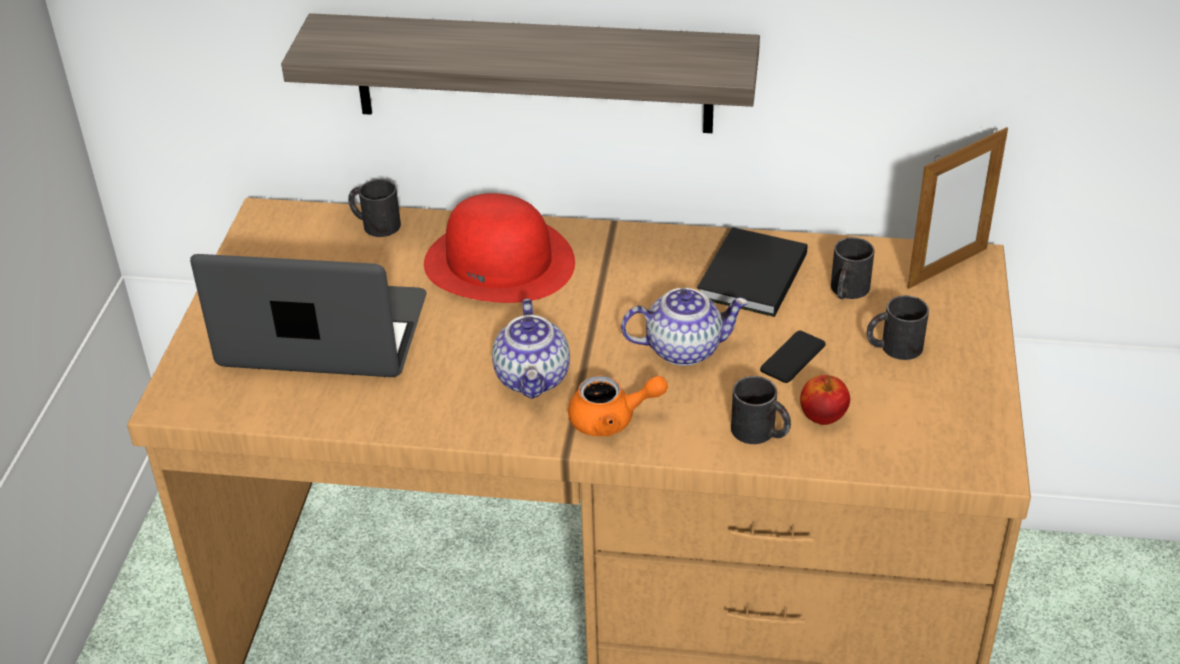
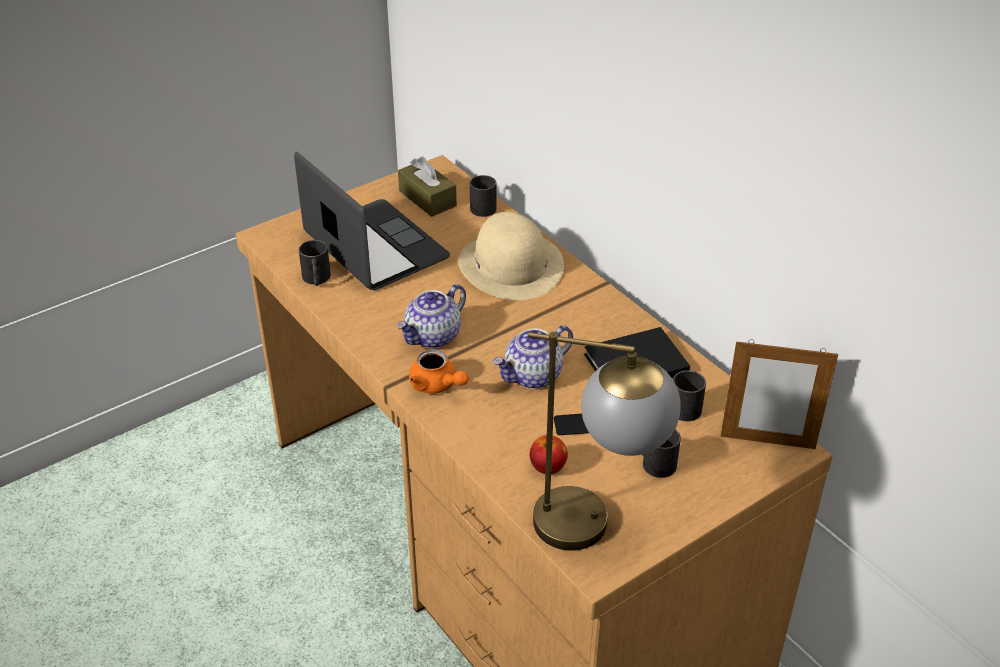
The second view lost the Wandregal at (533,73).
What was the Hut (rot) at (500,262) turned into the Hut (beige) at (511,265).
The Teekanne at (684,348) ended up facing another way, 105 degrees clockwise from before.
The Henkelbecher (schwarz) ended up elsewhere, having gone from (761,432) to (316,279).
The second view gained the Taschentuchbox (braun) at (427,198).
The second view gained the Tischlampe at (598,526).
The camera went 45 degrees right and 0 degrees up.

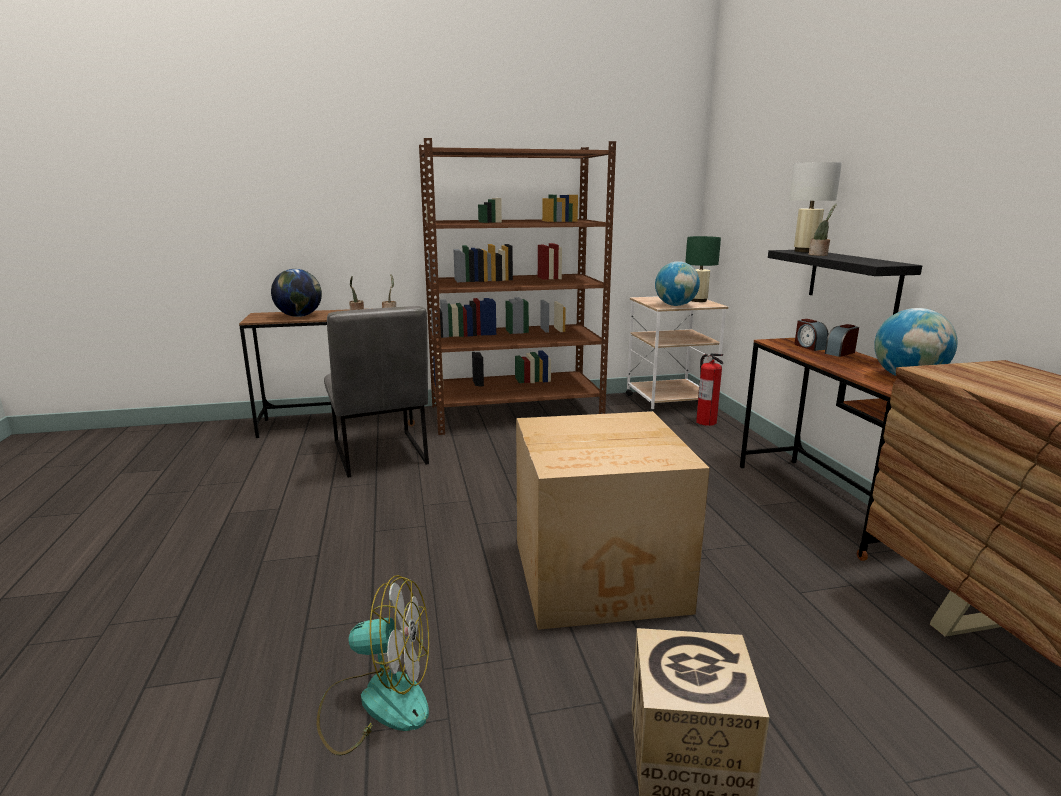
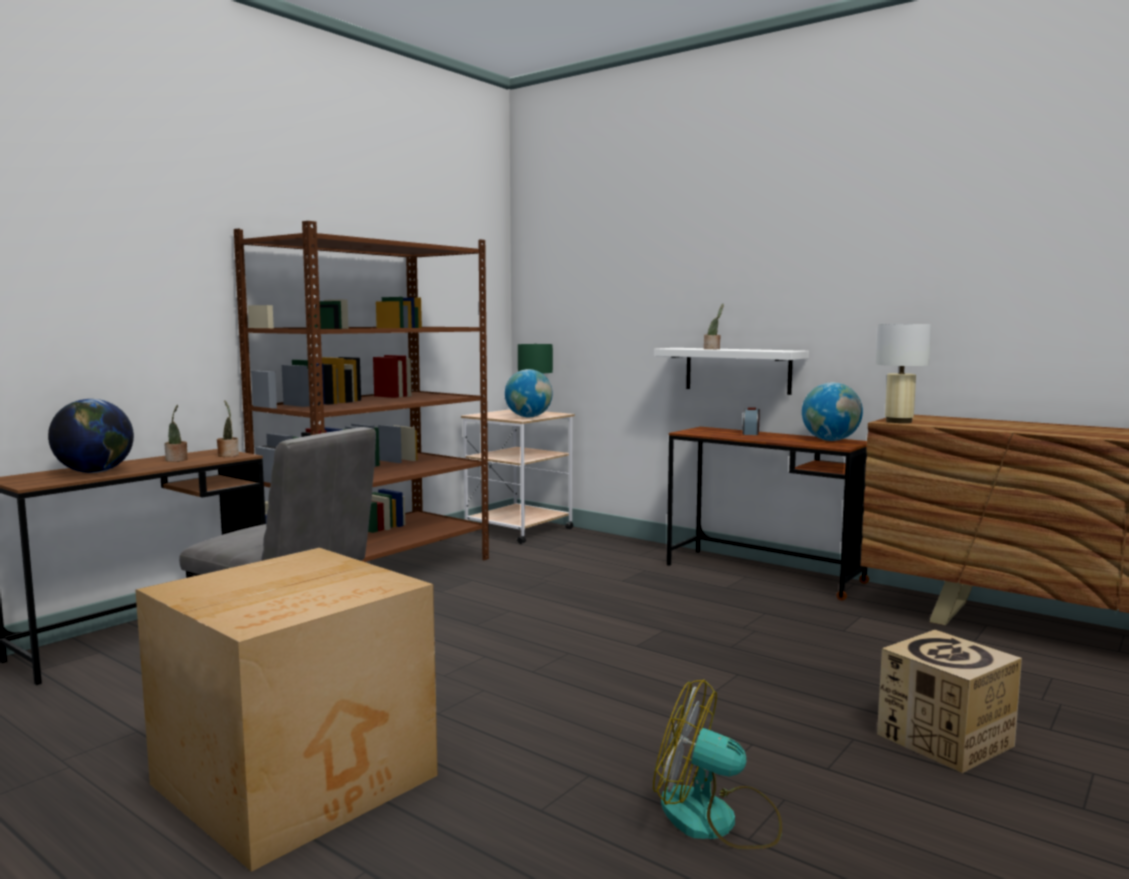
The Tischlampe (weiß) ended up elsewhere, having gone from (806,251) to (899,421).
What was the Wandregal (schwarz) at (853,280) turned into the Wandregal (weiß) at (737,370).
The second view lost the Wecker at (809,347).
The second view lost the Feuerlöscher at (706,421).
The Karton ended up elsewhere, having gone from (601,576) to (300,779).
The Ventilator at (377,702) ended up facing another way, 120 degrees counterclockwise from before.
The camera went 40 degrees left and 10 degrees down.

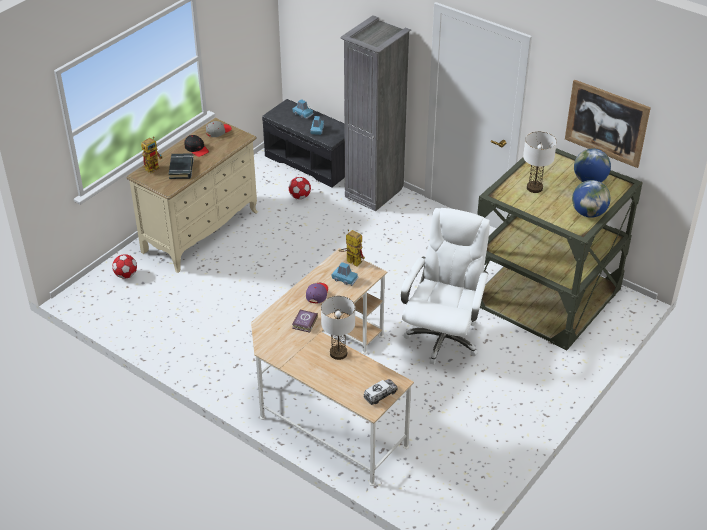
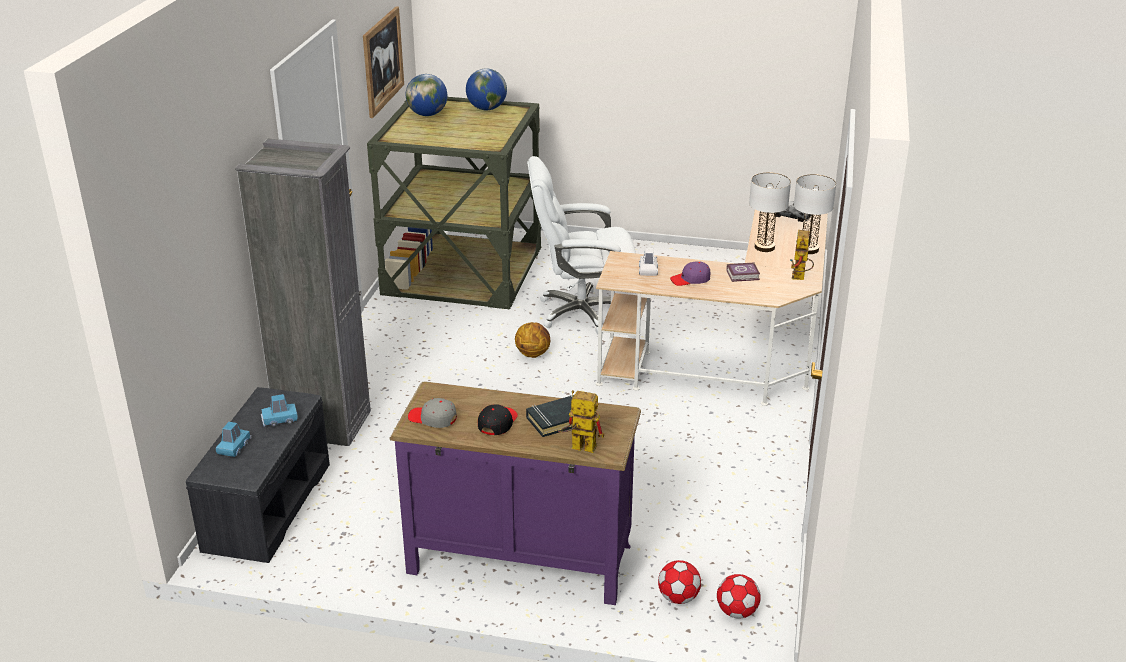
What was the Kommode (beige) at (201,232) turned into the Kommode (lila) at (520,557).
The Tischlampe ended up elsewhere, having gone from (534,188) to (808,249).
The Fußball ended up elsewhere, having gone from (300,196) to (737,612).
The Spielzeugroboter ended up elsewhere, having gone from (350,261) to (800,278).
What was the Spielzeugauto (blau) at (344,279) turned into the Spielzeugauto (weiß) at (648,270).
The second view gained the Basketball at (533,354).
The camera went 115 degrees left and 10 degrees down.

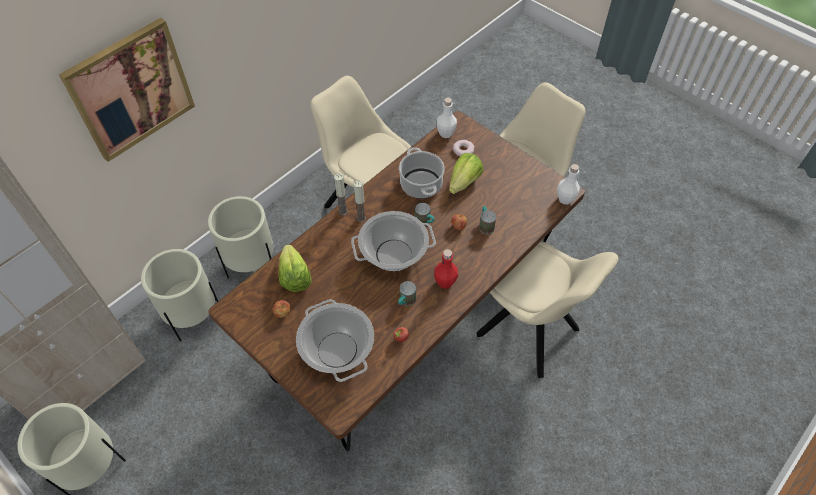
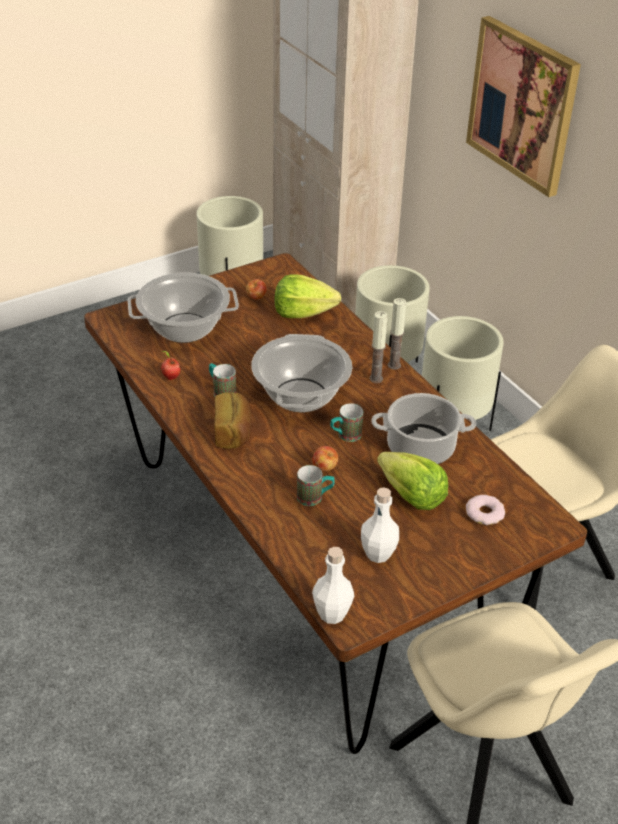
The Flasche (weiß) ended up elsewhere, having gone from (446,133) to (378,554).
The second view lost the Stuhl (beige) at (529,332).
Where the Flasche (rot) stood at (445,282), the Brot came to stand at (233,432).
The camera went 105 degrees right and 15 degrees down.

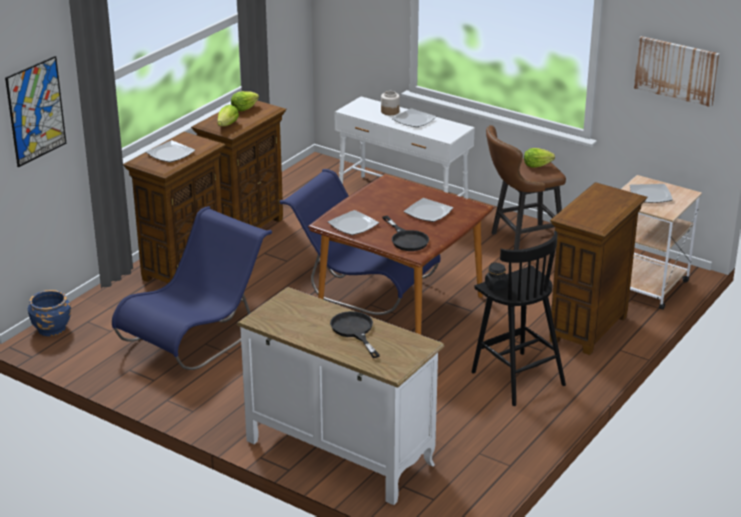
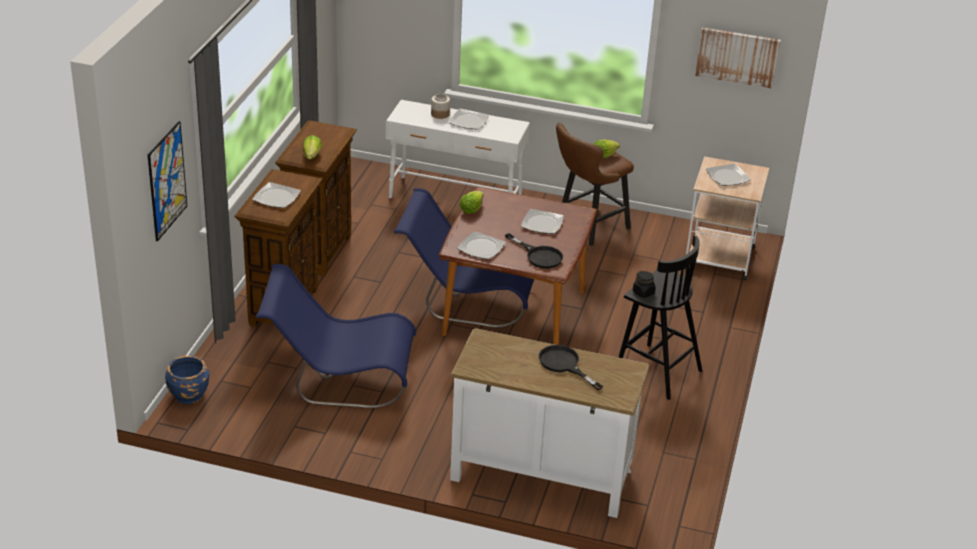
The Salatkopf ended up elsewhere, having gone from (244,109) to (471,209).
The second view lost the Schrank (braun) at (589,330).
The Stuhl (blau) at (196,336) ended up facing another way, 105 degrees counterclockwise from before.
The camera went 20 degrees left and 5 degrees up.

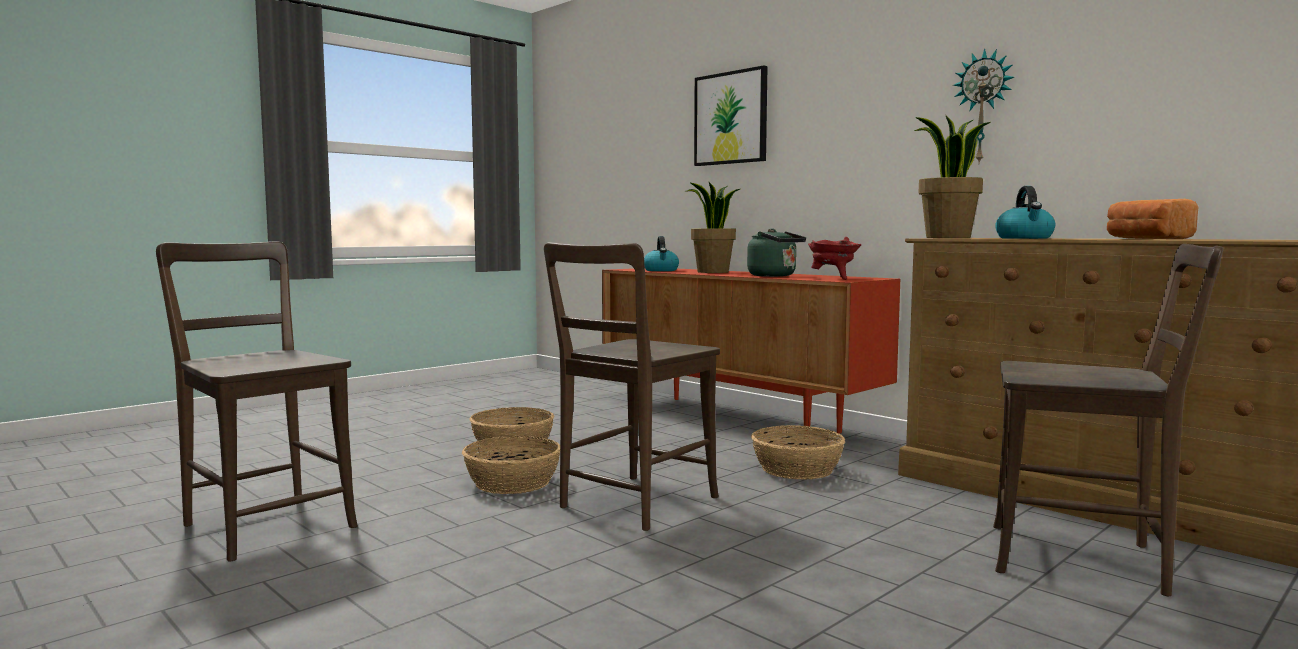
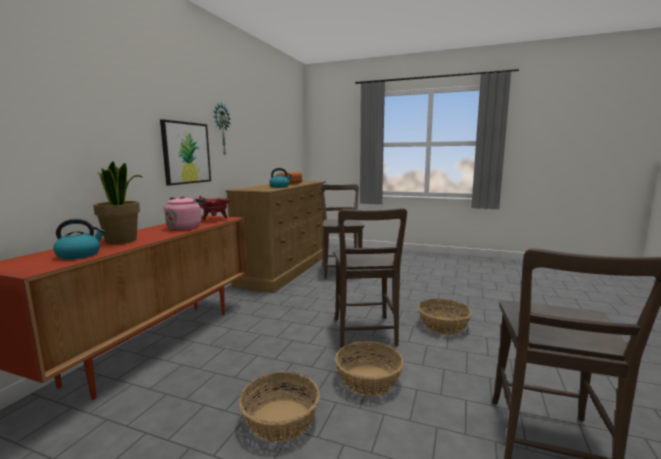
The Bild ended up elsewhere, having gone from (731,118) to (186,153).
The second view lost the Topfpflanze at (947,238).
What was the Wasserkessel (grün) at (774,276) turned into the Wasserkessel (rosa) at (185,227).
The Stuhl (braun) at (633,504) ended up facing another way, 75 degrees clockwise from before.
The Korb ended up elsewhere, having gone from (797,469) to (443,325).
The camera went 115 degrees left and 5 degrees up.

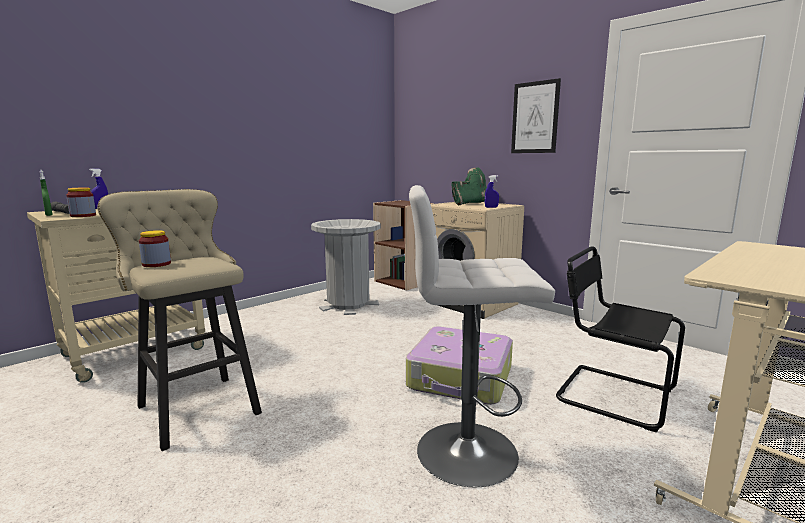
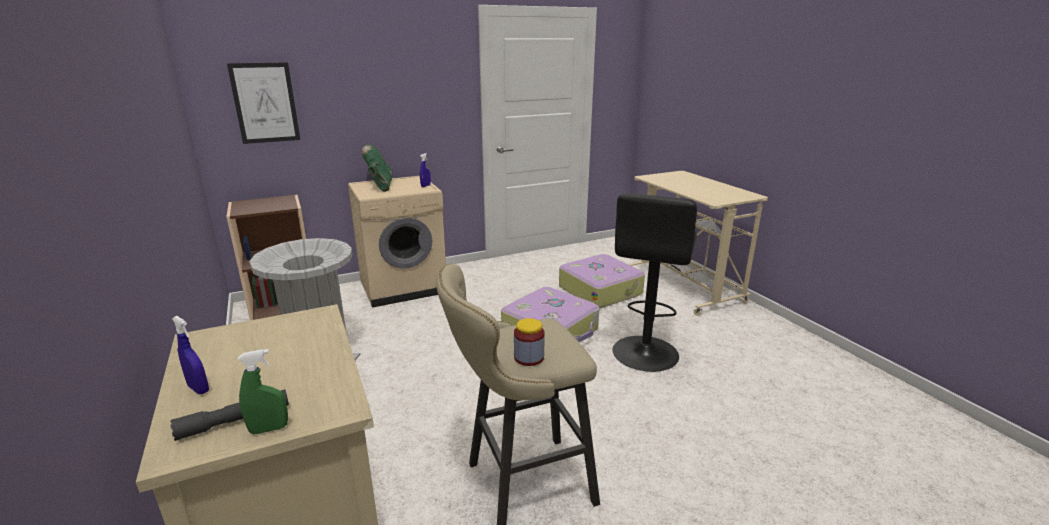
The Bild ended up elsewhere, having gone from (535,117) to (265,103).
What was the Hocker (weiß) at (465,451) turned into the Hocker (schwarz) at (644,353).
The second view lost the Vorratsglas at (83,216).
Where the Stuhl (schwarz) stood at (610,394), the Koffer came to stand at (600,290).
The camera went 70 degrees left and 10 degrees up.

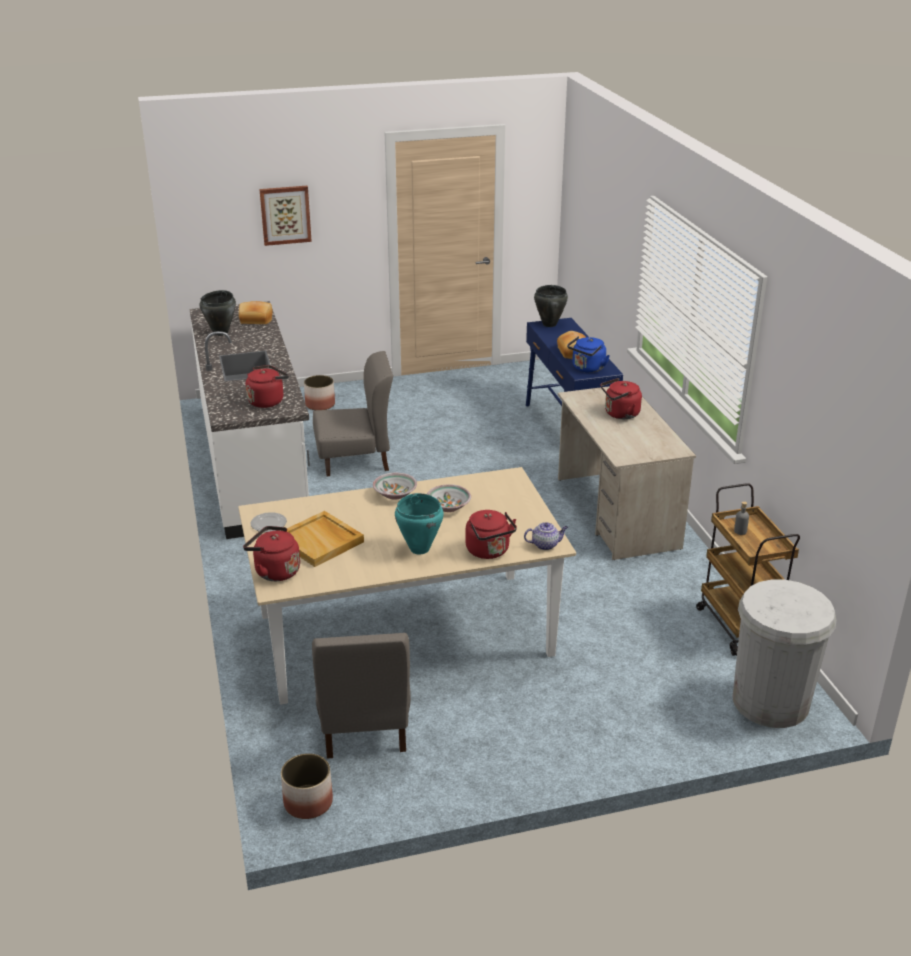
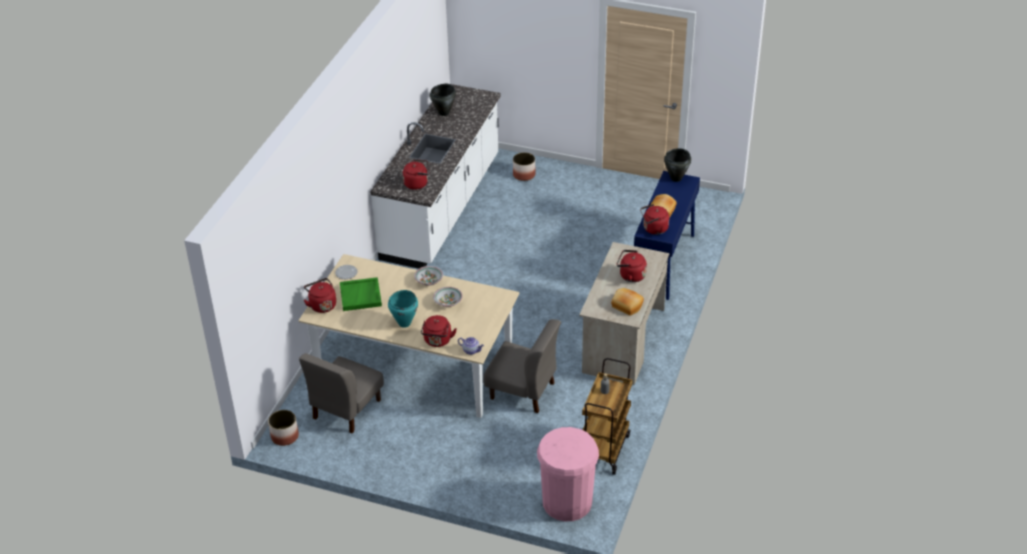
The second view lost the Bild at (285,215).
The Brot ended up elsewhere, having gone from (256,320) to (626,306).
What was the Wasserkessel (blau) at (587,369) turned into the Wasserkessel (rot) at (654,229).
The Stuhl (grau) ended up elsewhere, having gone from (355,460) to (523,391).
What was the Tablett (beige) at (321,541) turned into the Tablett (grün) at (361,296).
What was the Mülleimer (weiß) at (770,702) turned into the Mülleimer (rosa) at (567,502).
The camera went 35 degrees right and 10 degrees up.

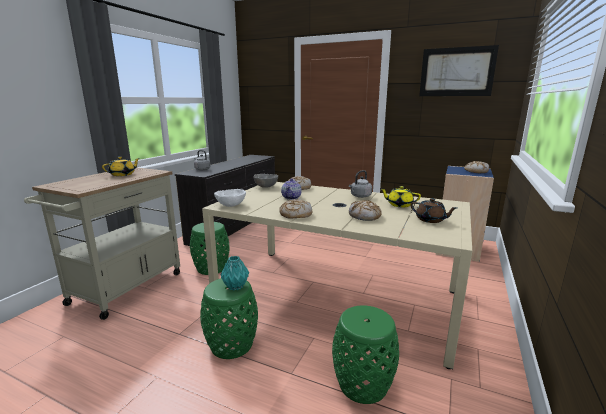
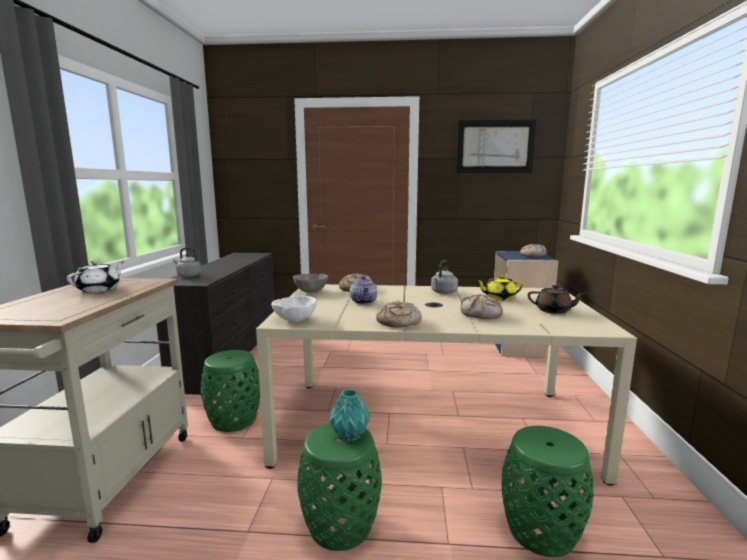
What was the Teekanne (gelb) at (123,174) turned into the Teekanne (weiß) at (99,289).
The camera went 20 degrees left and 5 degrees down.

